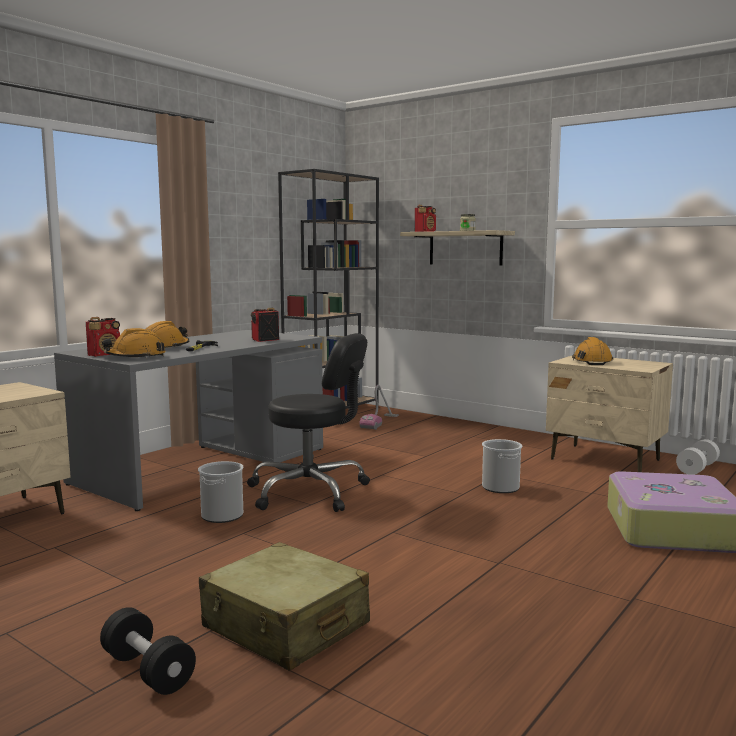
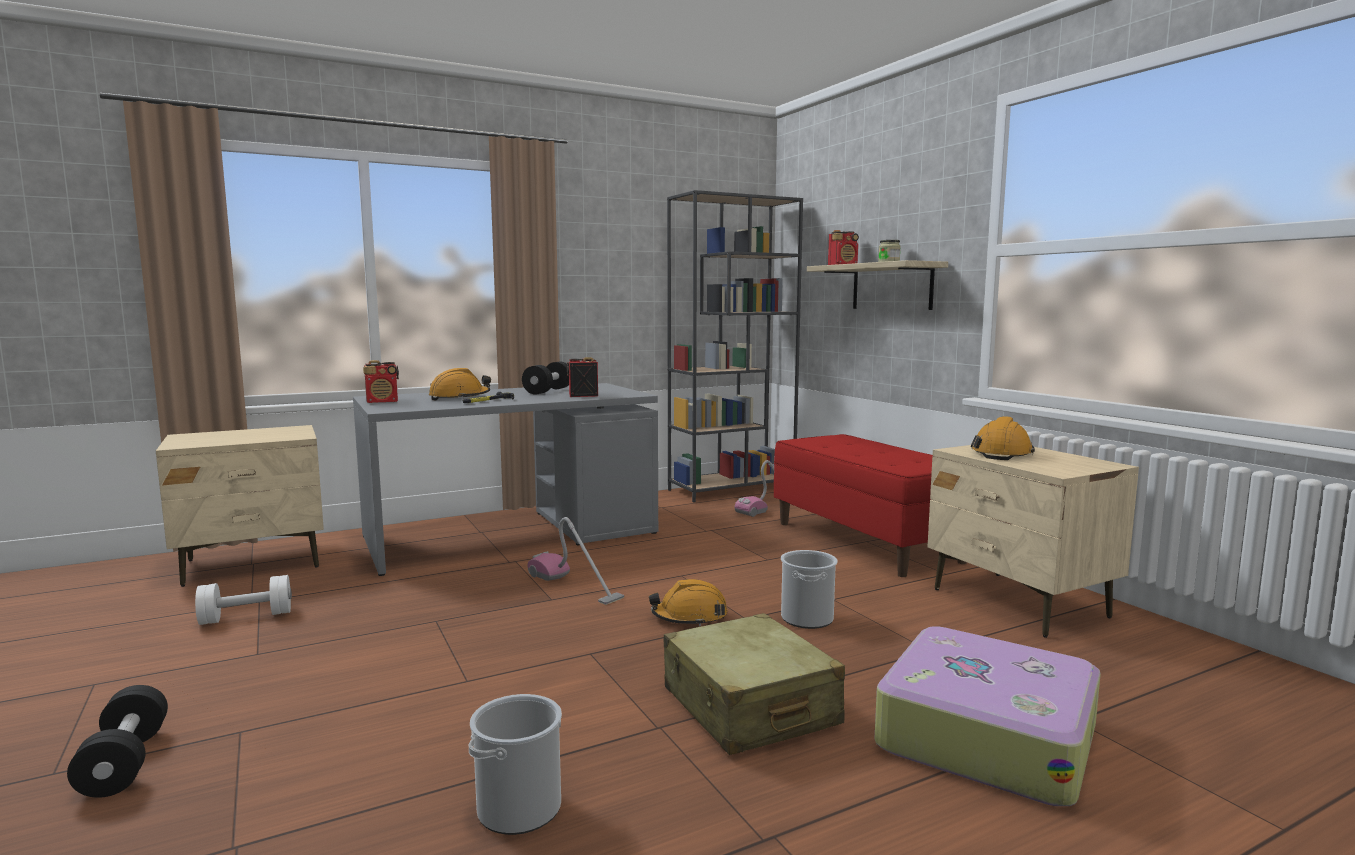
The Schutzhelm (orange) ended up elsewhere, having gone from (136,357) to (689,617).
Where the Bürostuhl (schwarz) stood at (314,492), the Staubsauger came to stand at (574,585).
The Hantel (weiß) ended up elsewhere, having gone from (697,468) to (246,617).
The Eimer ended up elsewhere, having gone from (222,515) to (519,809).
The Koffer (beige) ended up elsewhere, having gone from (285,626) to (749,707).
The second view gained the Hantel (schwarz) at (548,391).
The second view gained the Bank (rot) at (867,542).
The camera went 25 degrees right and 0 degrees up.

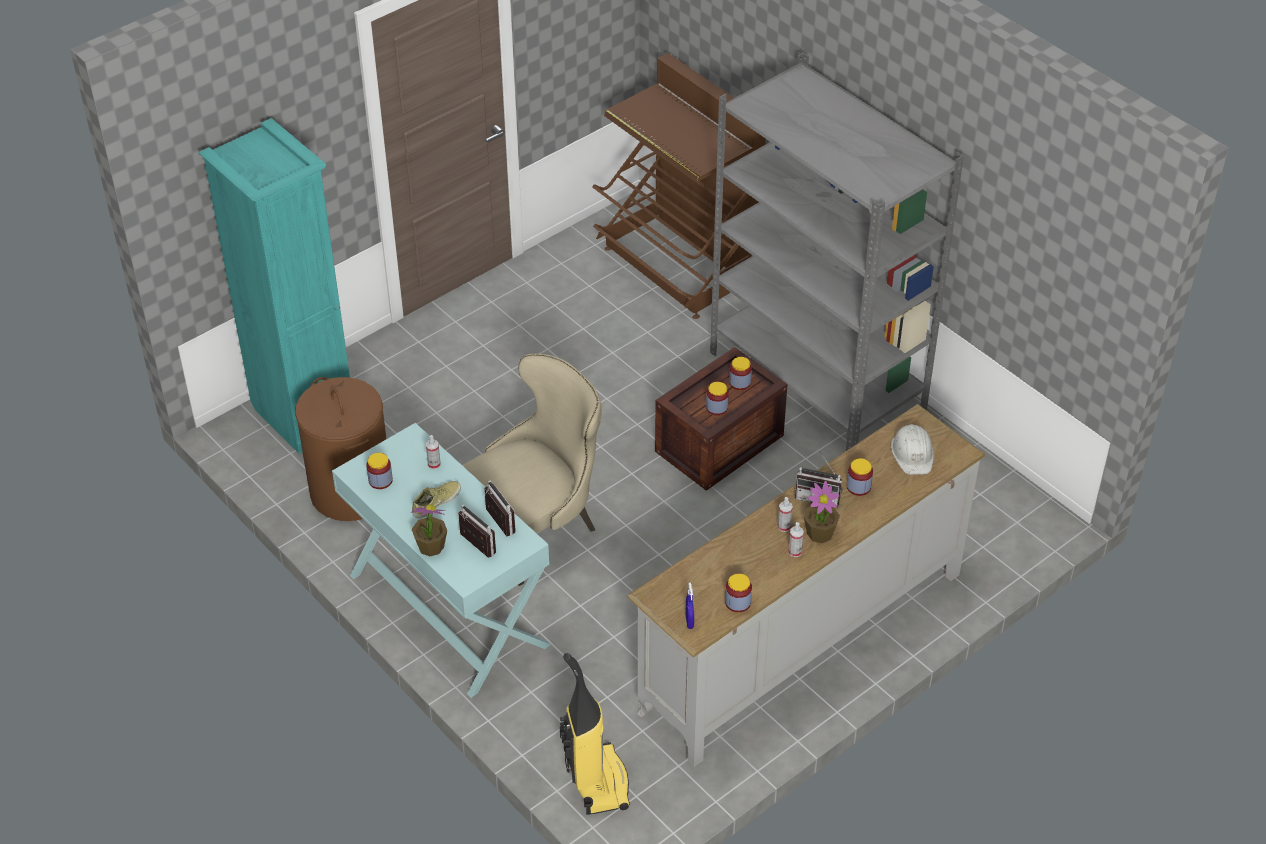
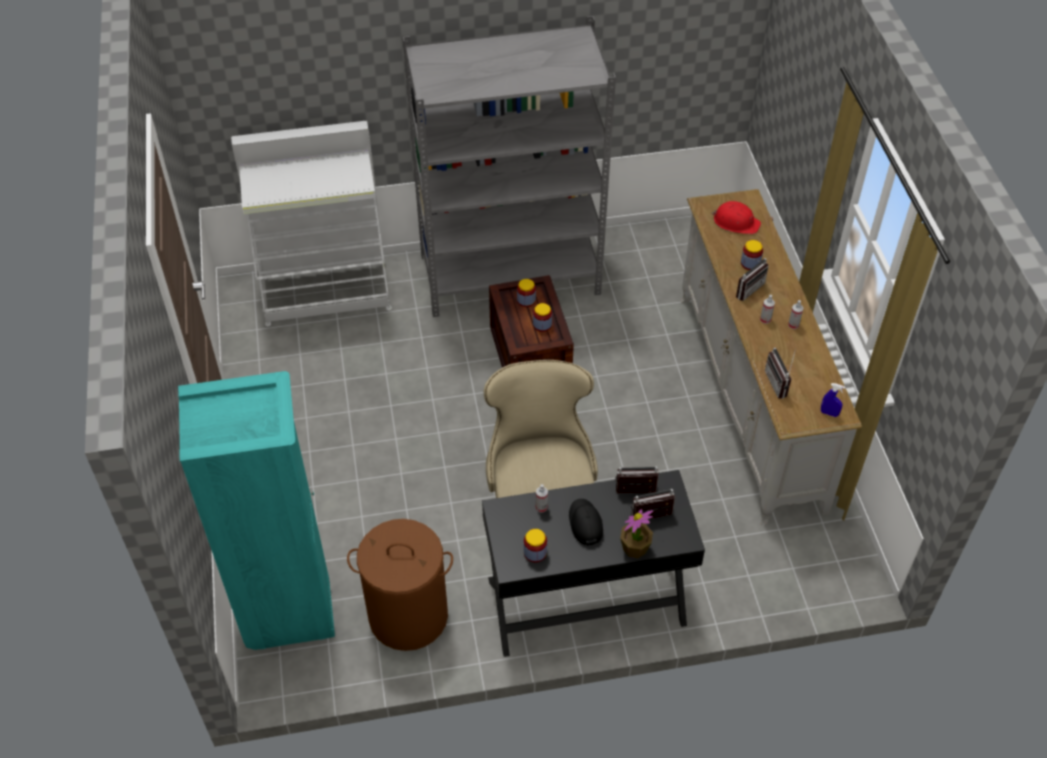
What was the Schuhregal (braun) at (674,269) turned into the Schuhregal (weiß) at (326,296).
What was the Schreibtisch (türkis) at (448,610) turned into the Schreibtisch (schwarz) at (586,602).
What was the Schutzhelm (weiß) at (913,453) turned into the Schutzhelm (rot) at (735,222).
Where the Schuh (beige) stood at (436,501), the Kappe (schwarz) came to stand at (585,523).
The second view lost the Topfpflanze at (820,533).
The second view lost the Vorratsglas at (738,602).
The second view lost the Staubsauger at (597,781).
The second view gained the Radio at (780,383).
The camera went 60 degrees left and 5 degrees up.

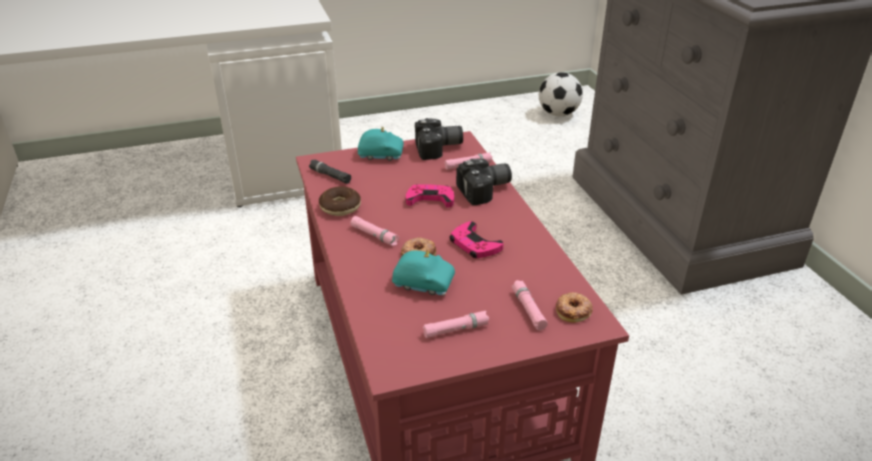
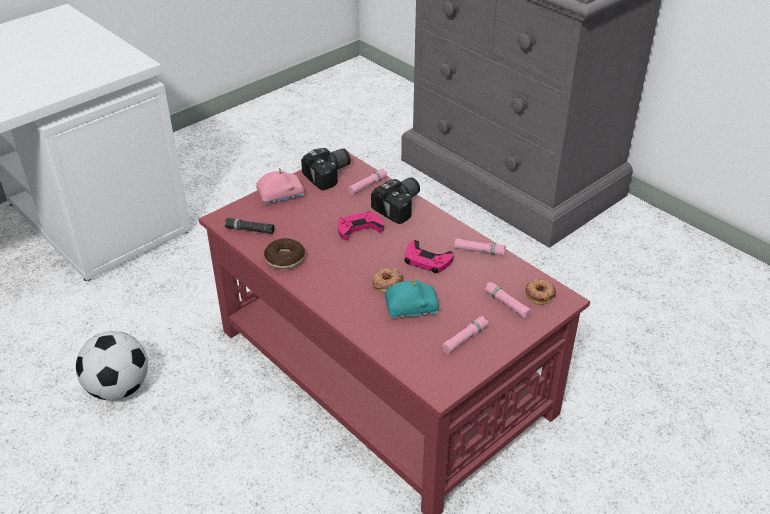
The Fußball ended up elsewhere, having gone from (558,114) to (118,388).
What was the Spielzeugauto (türkis) at (381,154) turned into the Spielzeugauto (rosa) at (280,195).
The Taschenlampe (rosa) ended up elsewhere, having gone from (374,235) to (479,251).
The camera went 25 degrees left and 5 degrees up.

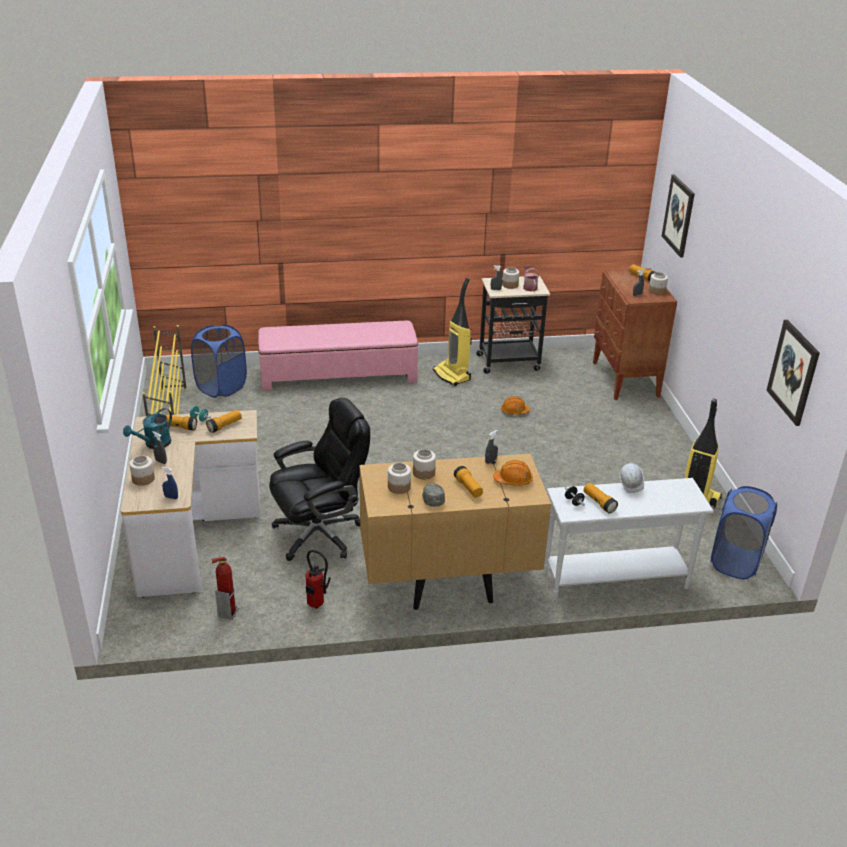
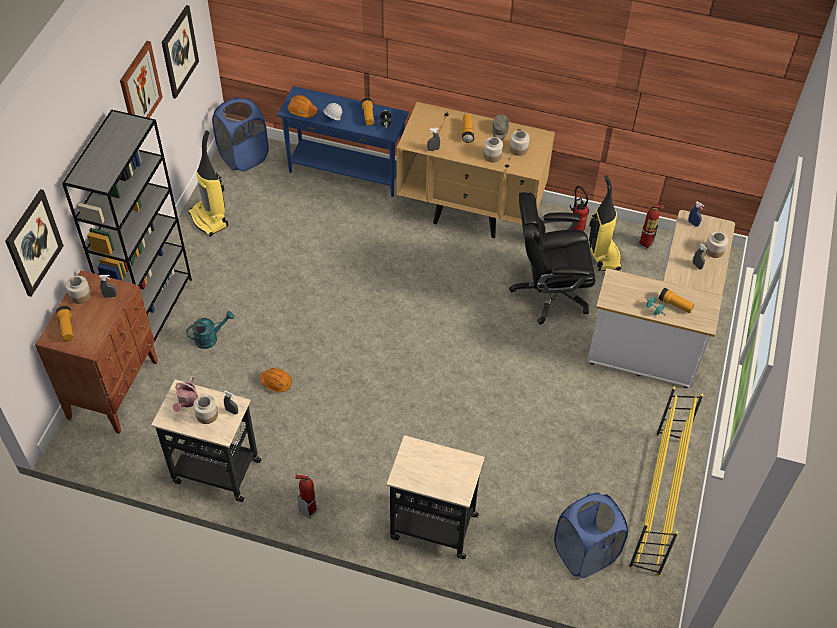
The Staubsauger ended up elsewhere, having gone from (452,375) to (603,255).
Where the Bank (rosa) stood at (339,374), the Rollwagen came to stand at (432,527).
The Gießkanne (türkis) ended up elsewhere, having gone from (154,444) to (210,338).
The second view lost the Taschenlampe at (224,426).
The Schutzhelm (orange) ended up elsewhere, having gone from (513,480) to (302,111).
What was the Konsolentisch (weiß) at (614,582) turned into the Konsolentisch (blau) at (347,172).
The second view gained the Bild at (140,88).
The second view gained the Bücherregal (grau) at (153,308).
The second view gained the Feuerlöscher at (309,509).
The camera went 155 degrees left and 20 degrees up.

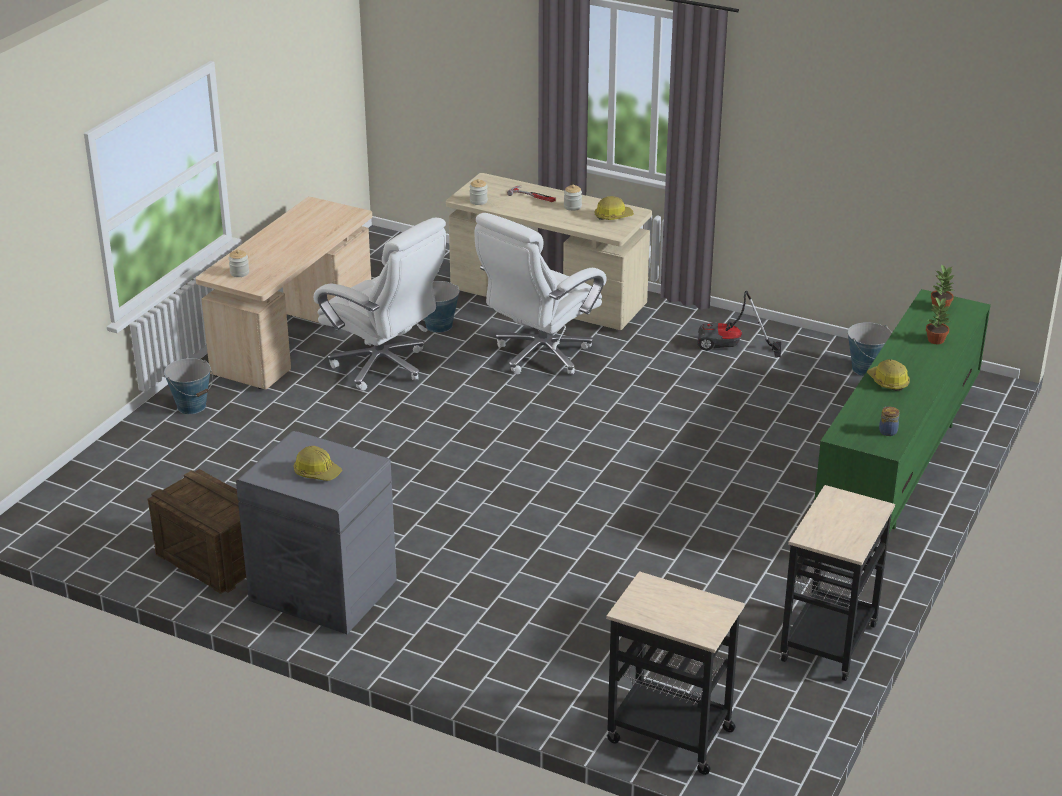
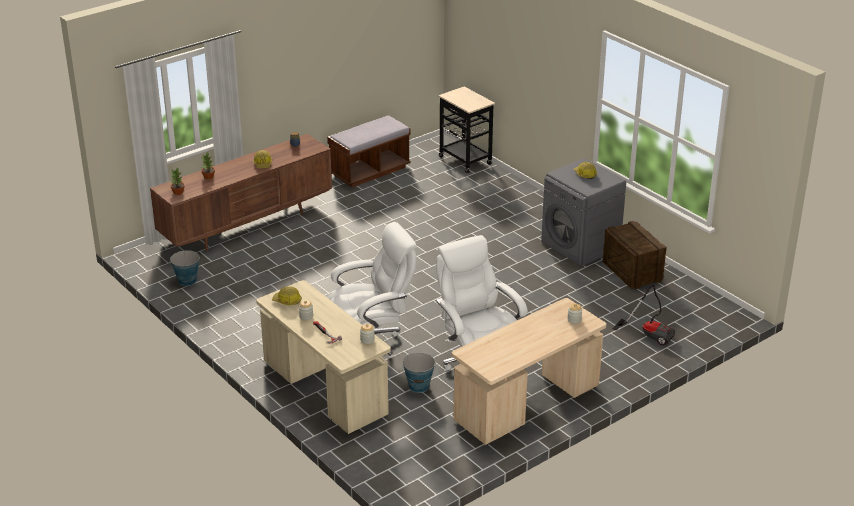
What was the Schrank (grün) at (898,470) turned into the Schrank (braun) at (247,226).
The Staubsauger ended up elsewhere, having gone from (730,348) to (650,334).
The second view lost the Eimer at (192,406).
Where the Rollwagen stood at (829,645), the Bank (braun) came to stand at (370,171).
The camera went 155 degrees left and 0 degrees up.

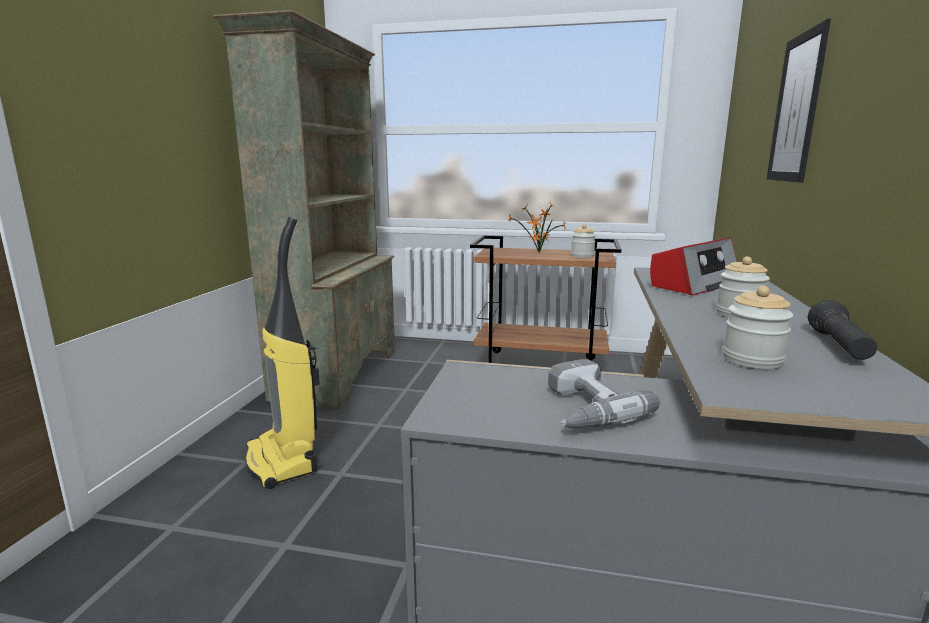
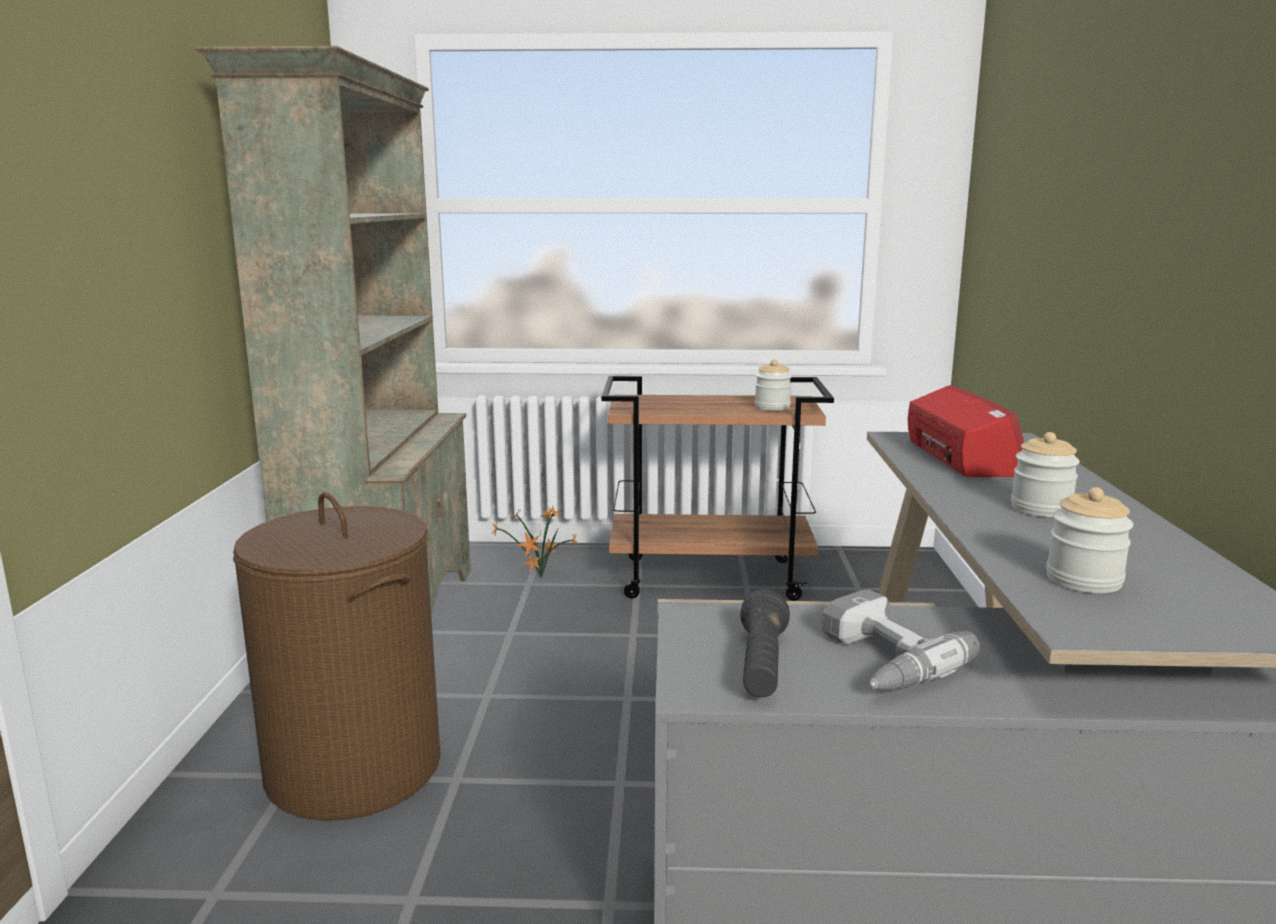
The second view lost the Bild at (796,108).
The Topfpflanze ended up elsewhere, having gone from (538,253) to (539,578).
Where the Staubsauger stood at (283,461), the Wäschekorb (braun) came to stand at (355,768).
The Radio at (694,283) ended up facing another way, 45 degrees counterclockwise from before.
The Taschenlampe (schwarz) ended up elsewhere, having gone from (839,347) to (762,666).
The camera went 10 degrees left and 0 degrees up.

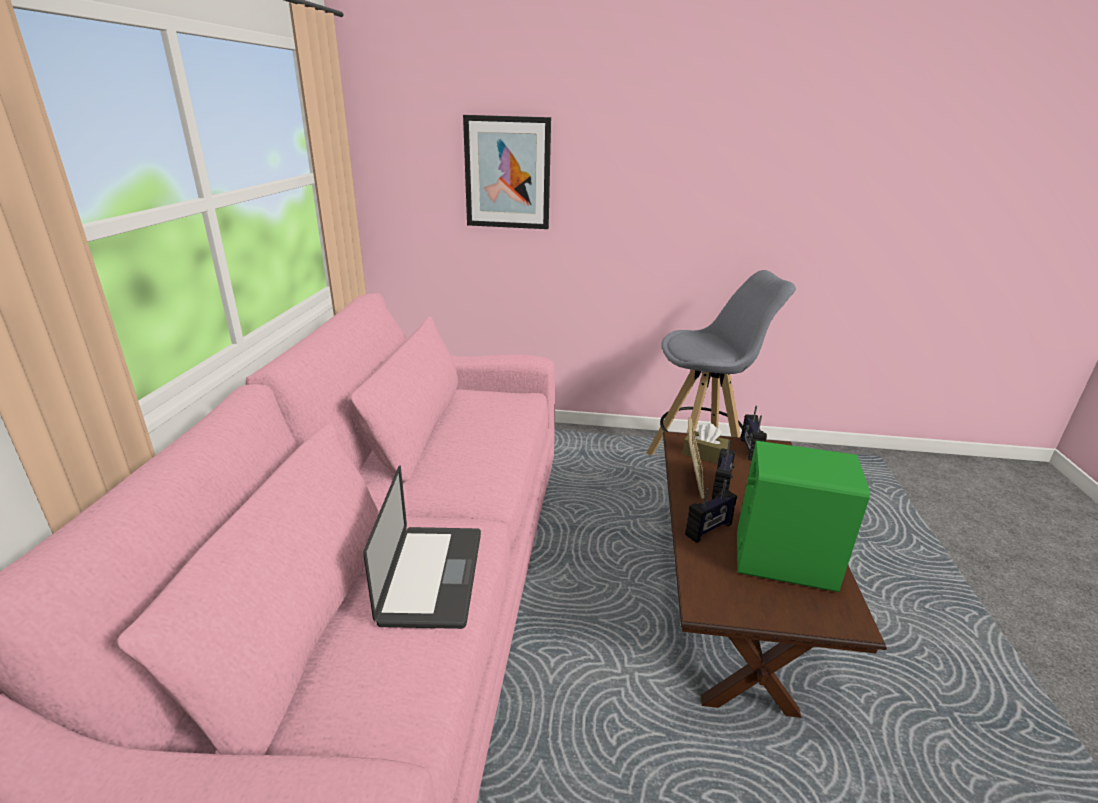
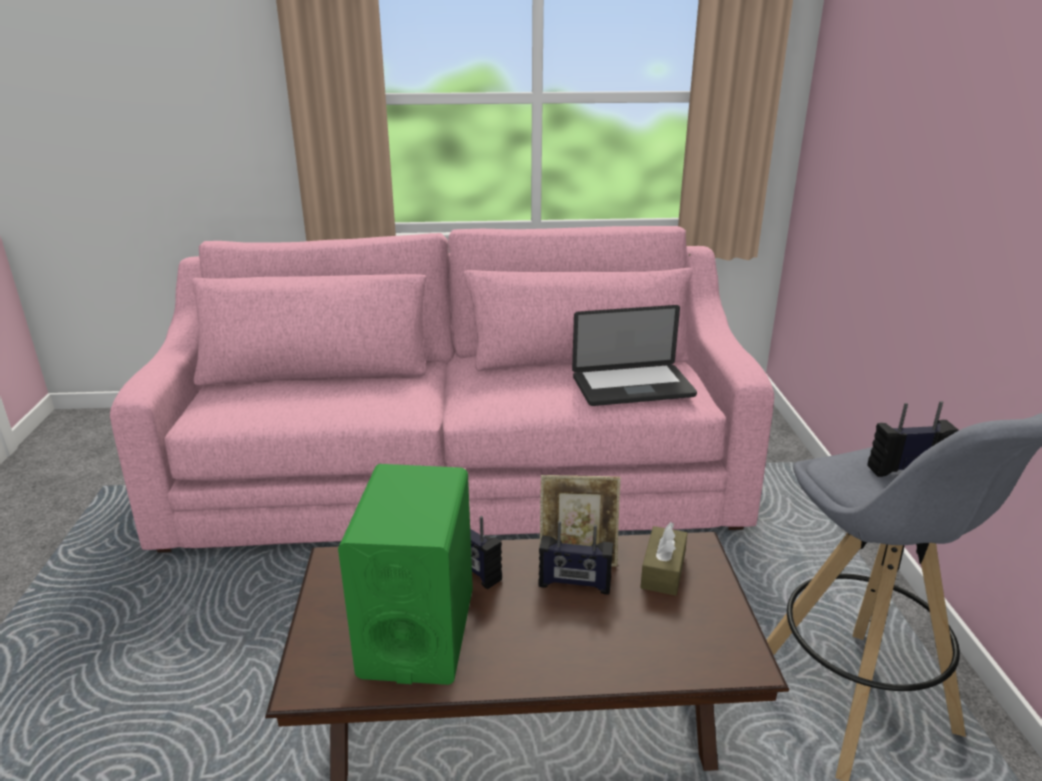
The second view lost the Bild at (507,173).
The Radio ended up elsewhere, having gone from (749,449) to (905,468).
The Laptop ended up elsewhere, having gone from (432,576) to (633,387).
The camera went 80 degrees right and 0 degrees up.

